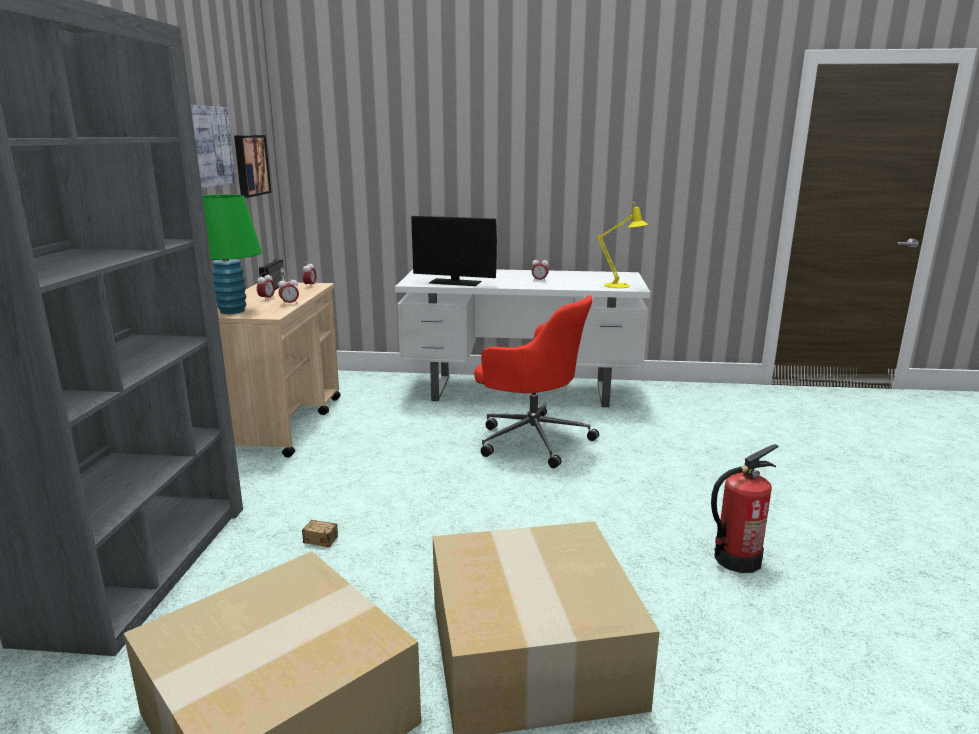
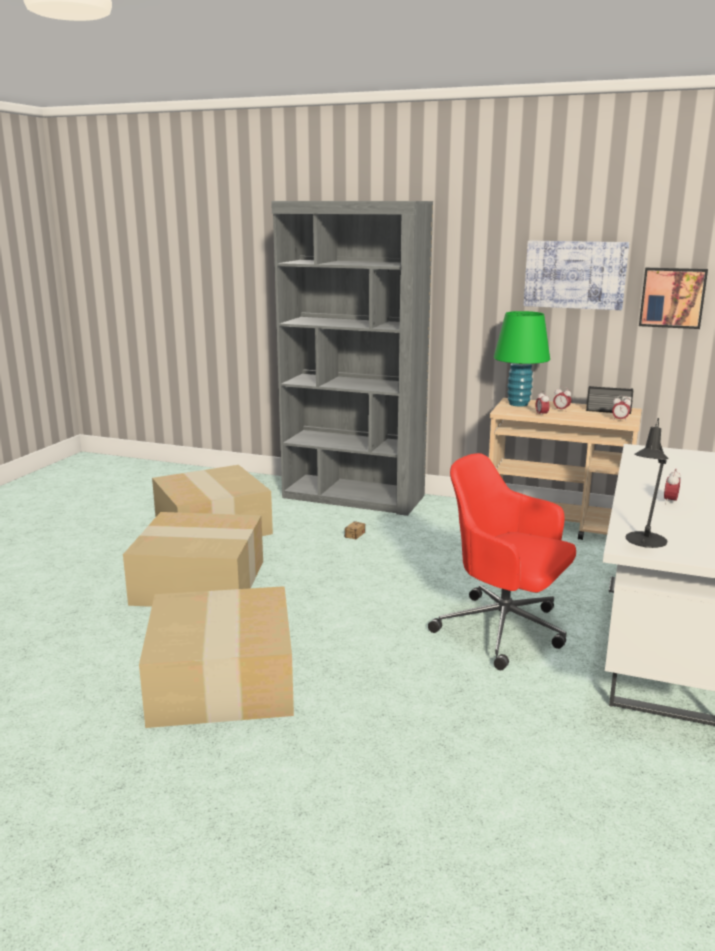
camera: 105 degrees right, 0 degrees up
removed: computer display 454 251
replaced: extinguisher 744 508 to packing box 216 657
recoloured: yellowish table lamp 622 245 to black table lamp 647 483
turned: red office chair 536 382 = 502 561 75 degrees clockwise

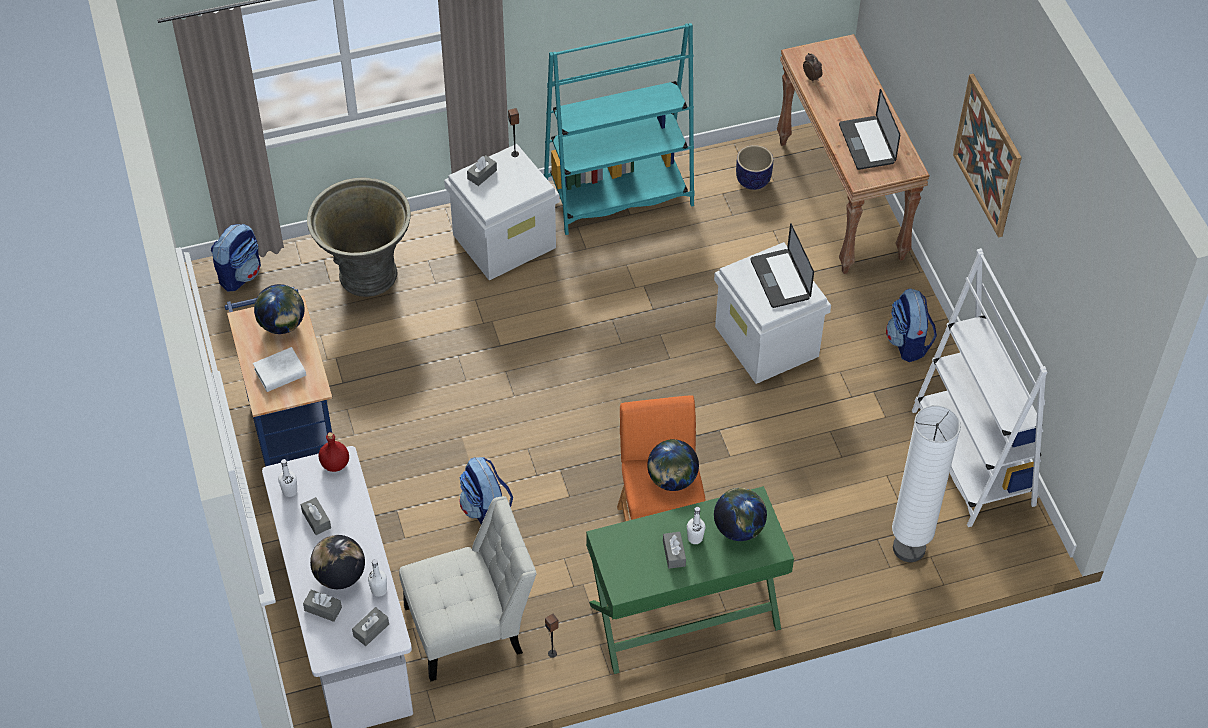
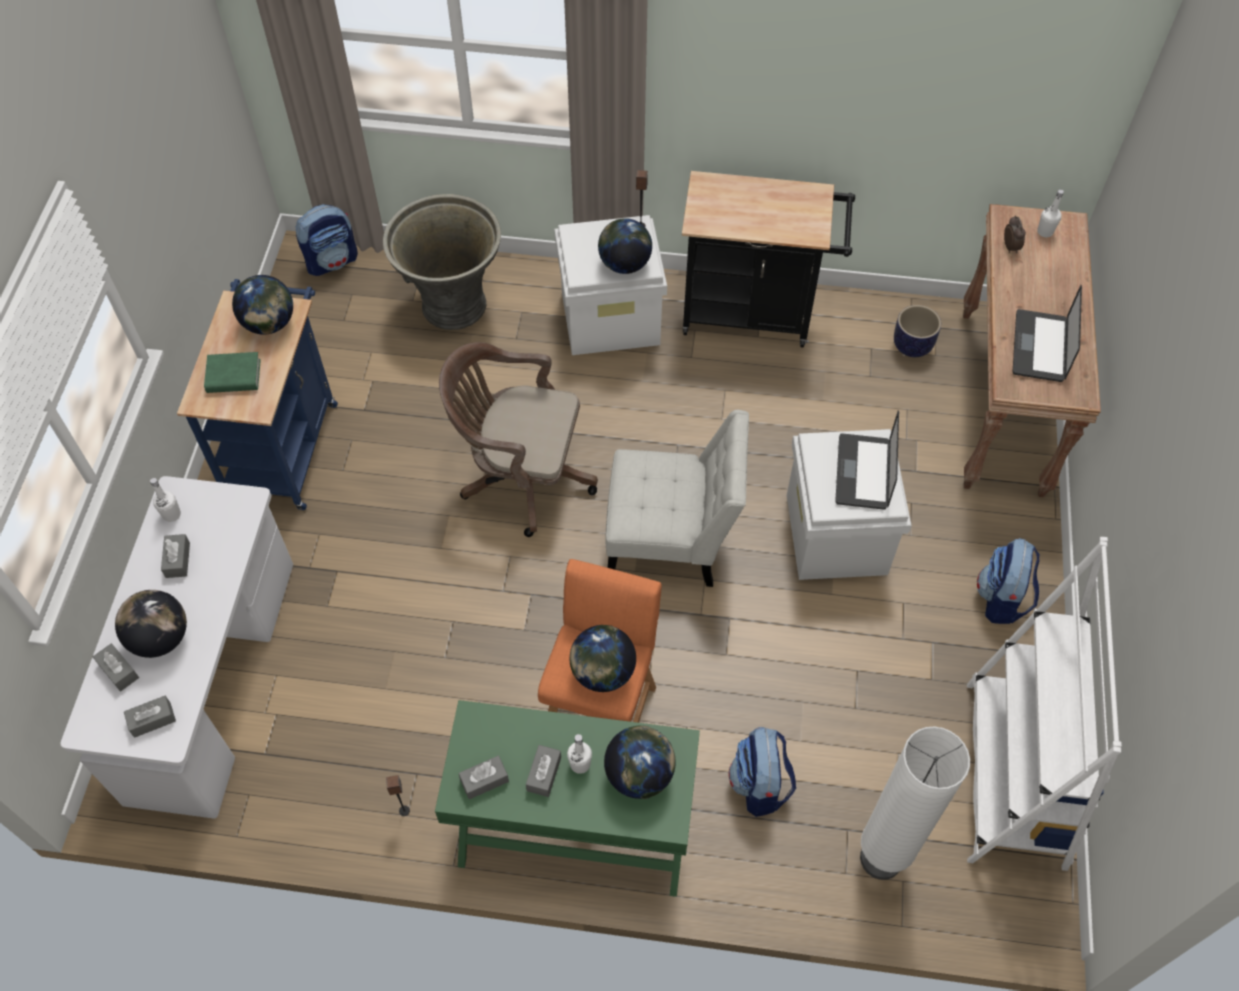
camera: 25 degrees right, 5 degrees up
removed: picture 987 156; red beverage bottle 334 452
added: world globe 625 246; brown office chair 518 439
moved: gray tissue holder 482 170 to 484 777; rucksack 486 490 to 762 772; white-coloured chair 468 589 to 677 498; white-coloured beverage bottle 377 578 to 1050 213
replaced: turquoise-coloured bookcase 619 129 to black wheeled cart 768 259
recoloured: white-coloured book 279 369 to greenish book 232 372

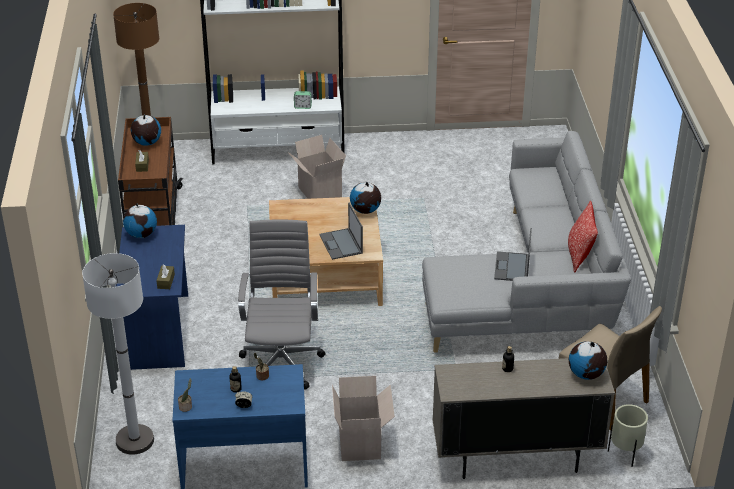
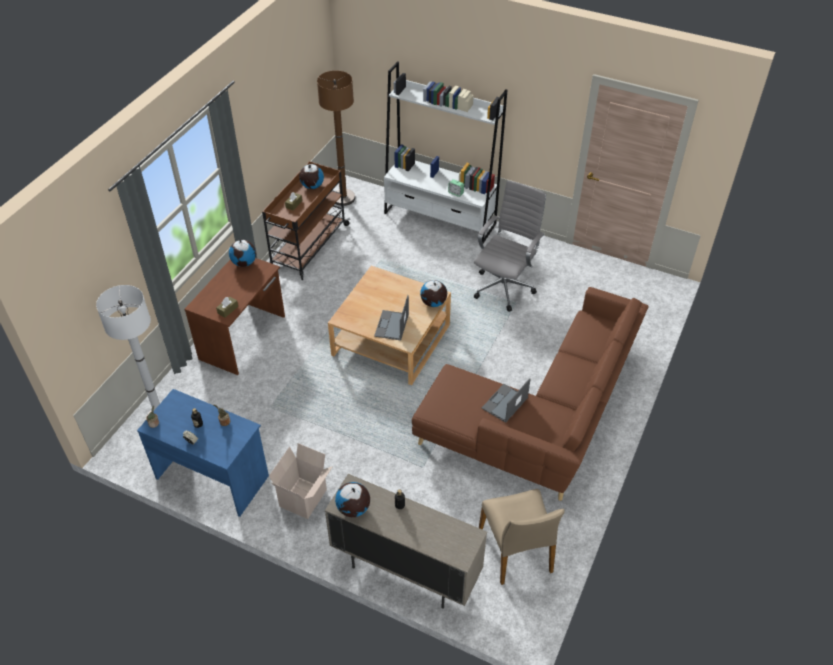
camera: 30 degrees right, 10 degrees up
removed: packing box 317 167; pillow 583 236; beige-coloured flower pot 628 435
moved: gray office chair 282 305 to 510 246; world globe 588 360 to 352 499
recoloured: gray couch 526 242 to brown couch 530 394; blue desk unit 152 297 to brown desk unit 234 316

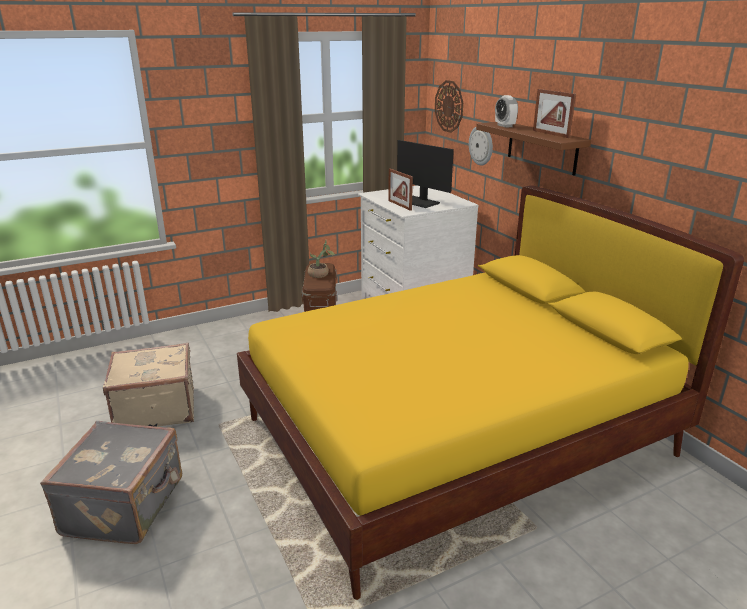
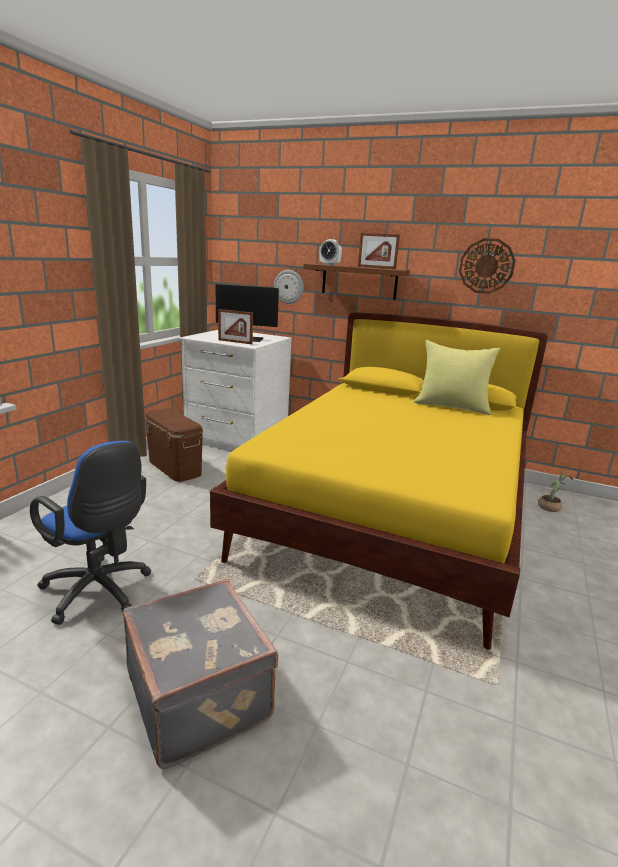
camera: 40 degrees left, 5 degrees down
added: yellowish pillow 457 377
moved: clock on the wall 449 106 to 487 266; potted plant 321 259 to 556 491
replaced: beige-coloured travel case 148 385 to blue office chair 91 533

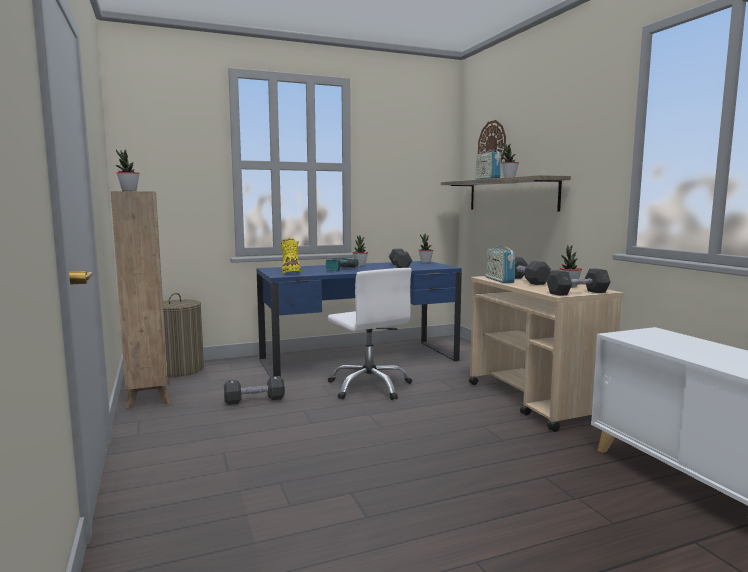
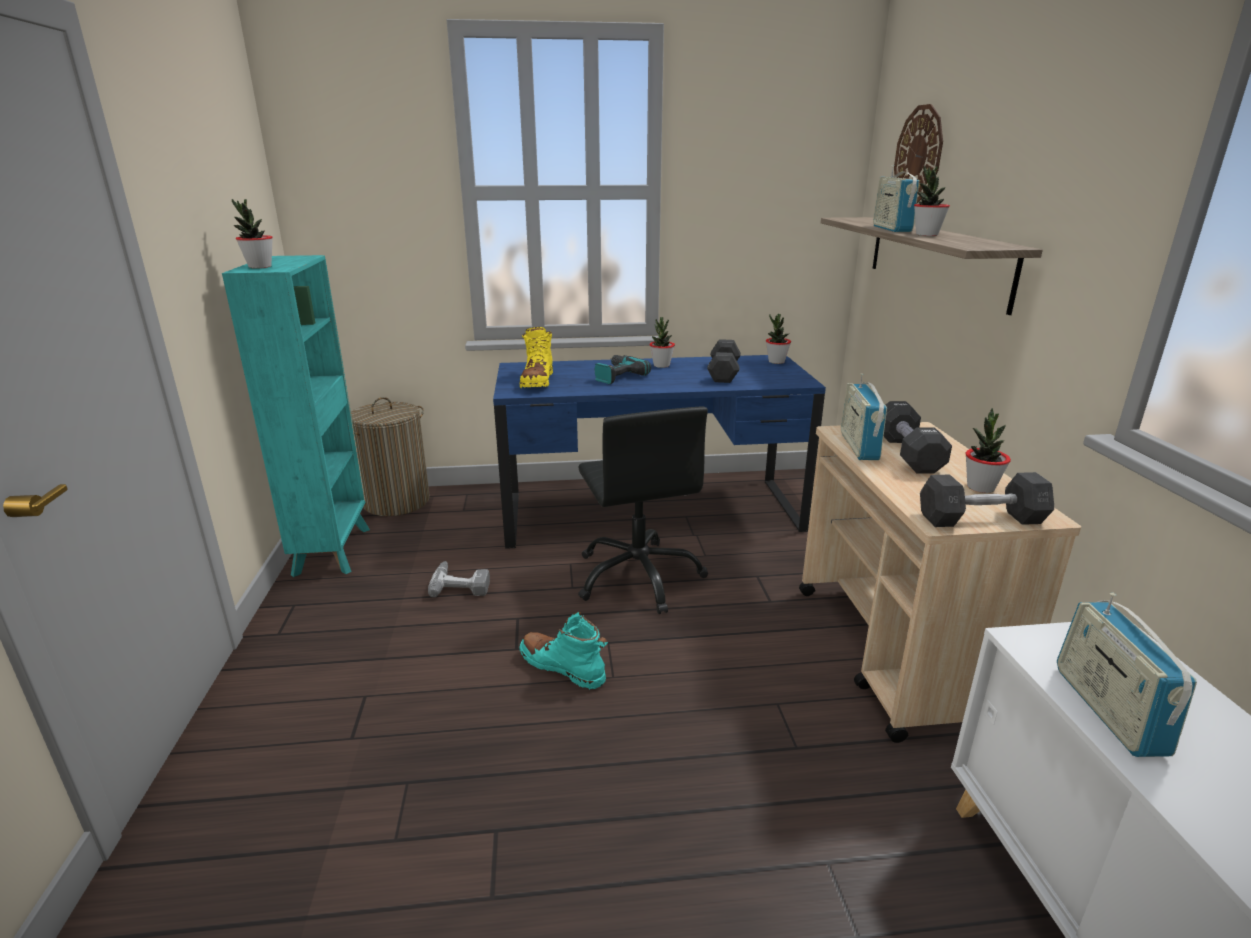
camera: 15 degrees right, 15 degrees up
added: radio set 1127 674; turquoise-coloured tall boot 563 650
replaced: black dumbbell 254 390 to electric drill 459 579
recoloured: brown bookcase 141 300 to turquoise-coloured bookcase 296 416; white-coloured office chair 370 334 to black office chair 643 510

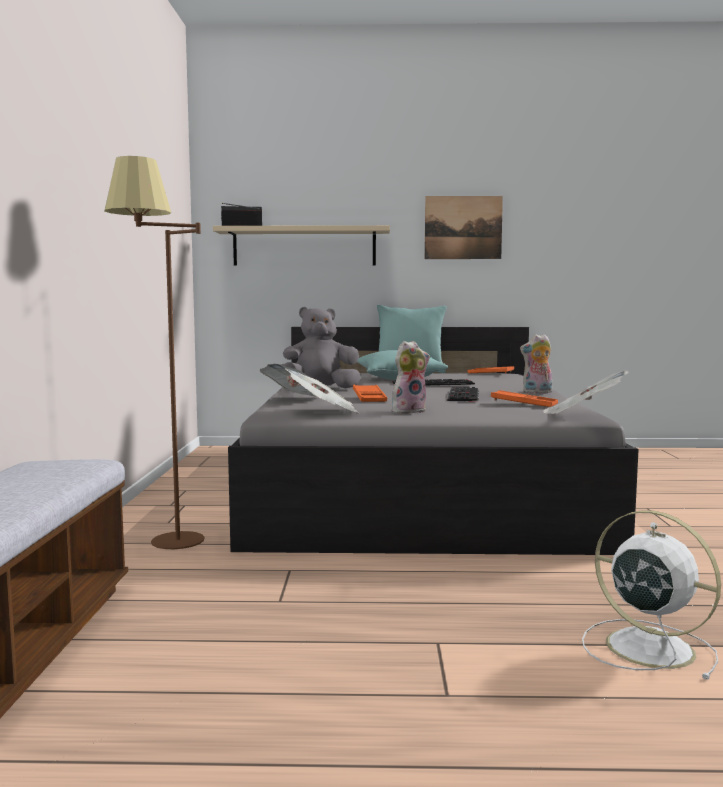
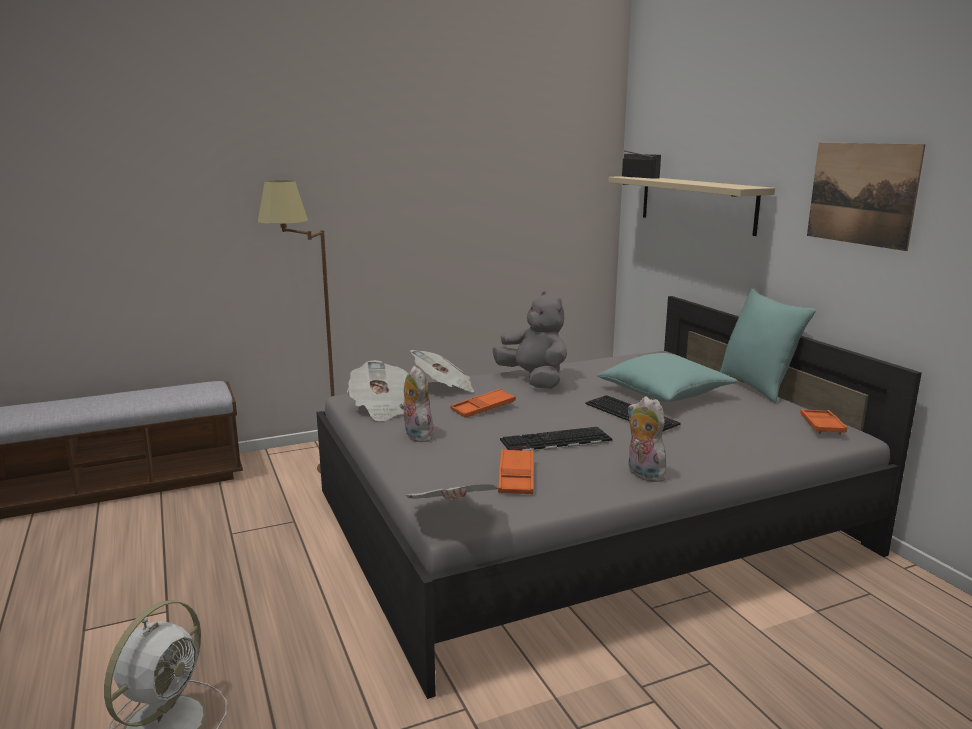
camera: 65 degrees right, 10 degrees up
turned: cuddly toy 411 377 = 417 404 150 degrees counterclockwise

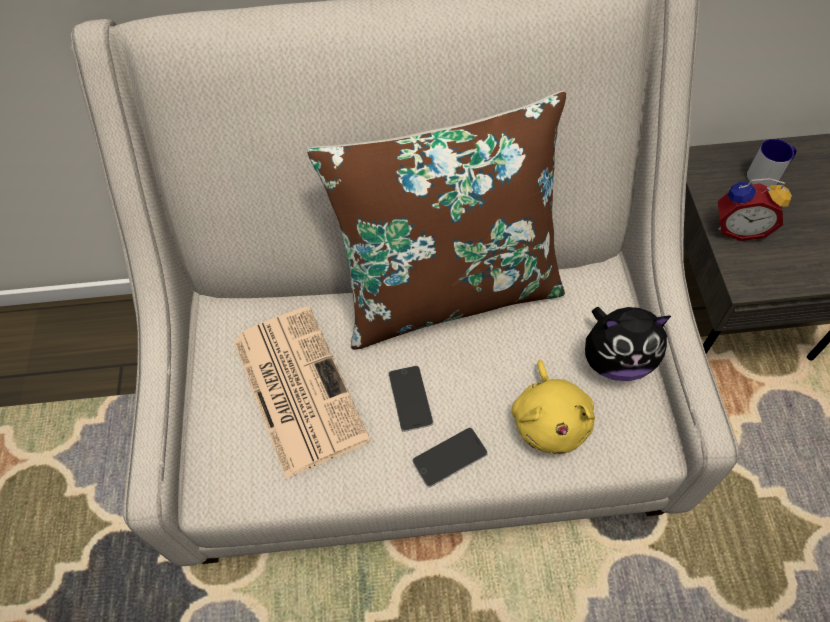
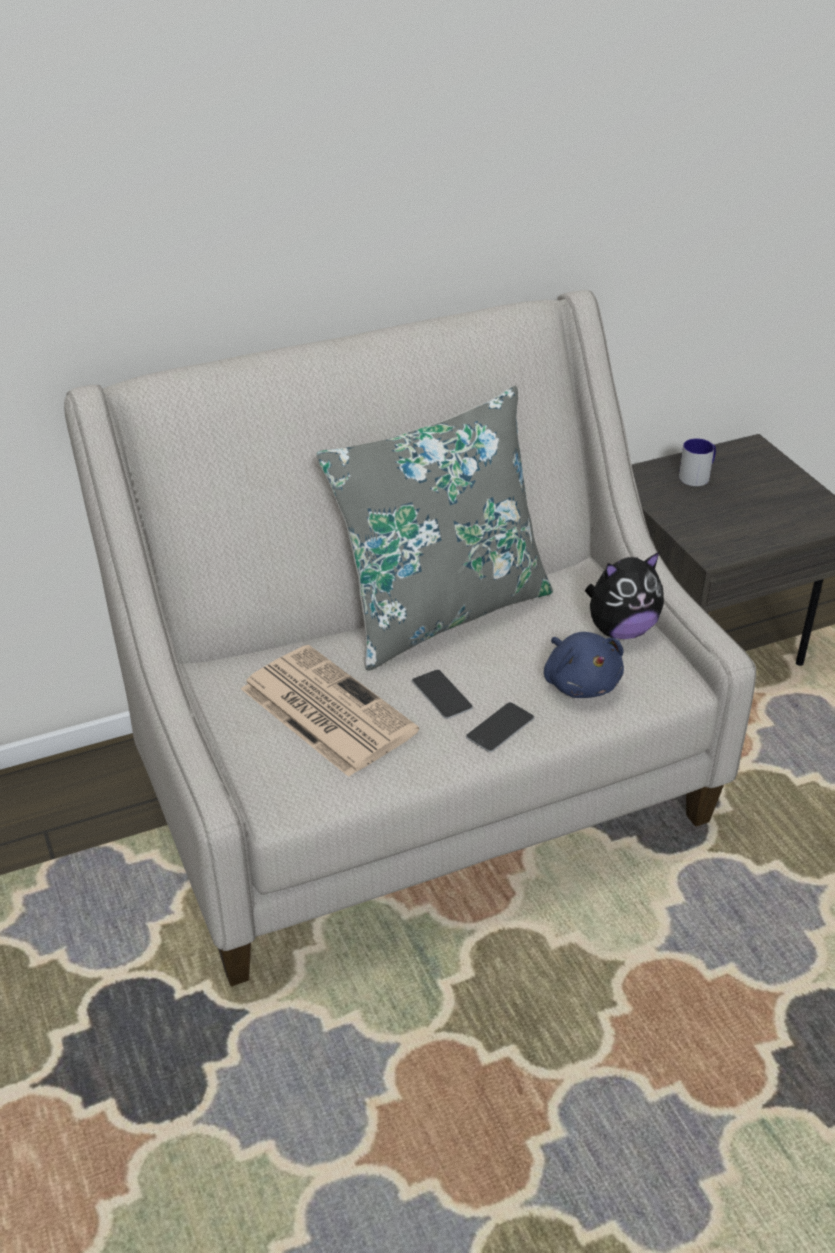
camera: 20 degrees left, 20 degrees down
removed: alarm clock 755 209
recoloured: brown pillow 436 220 to gray pillow 434 528; yellowish cuddly toy 553 407 to blue cuddly toy 584 665

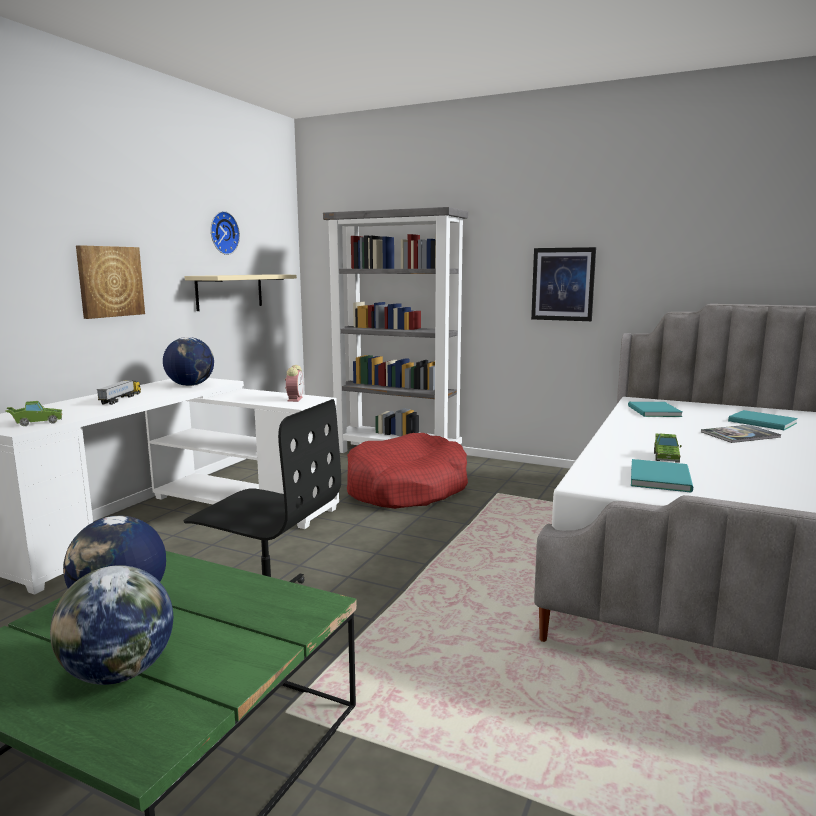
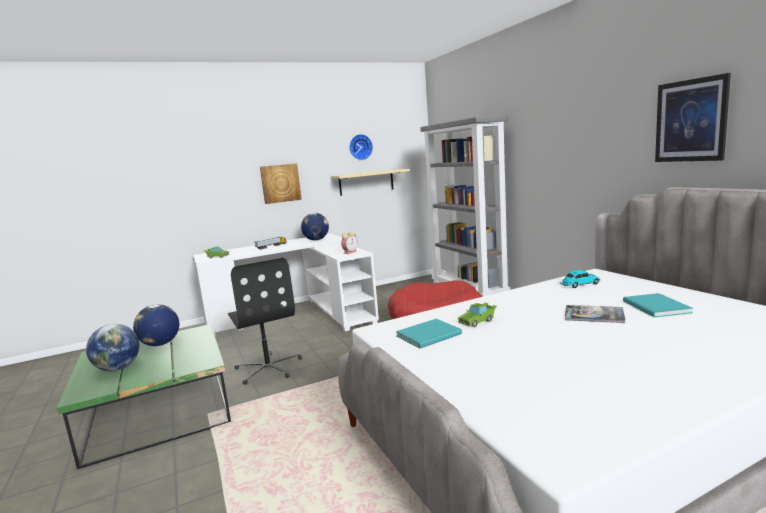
camera: 40 degrees right, 0 degrees up
moved: picture 563 284 to 693 117
replaced: turquoise-coloured book 655 409 to toy car 580 279

